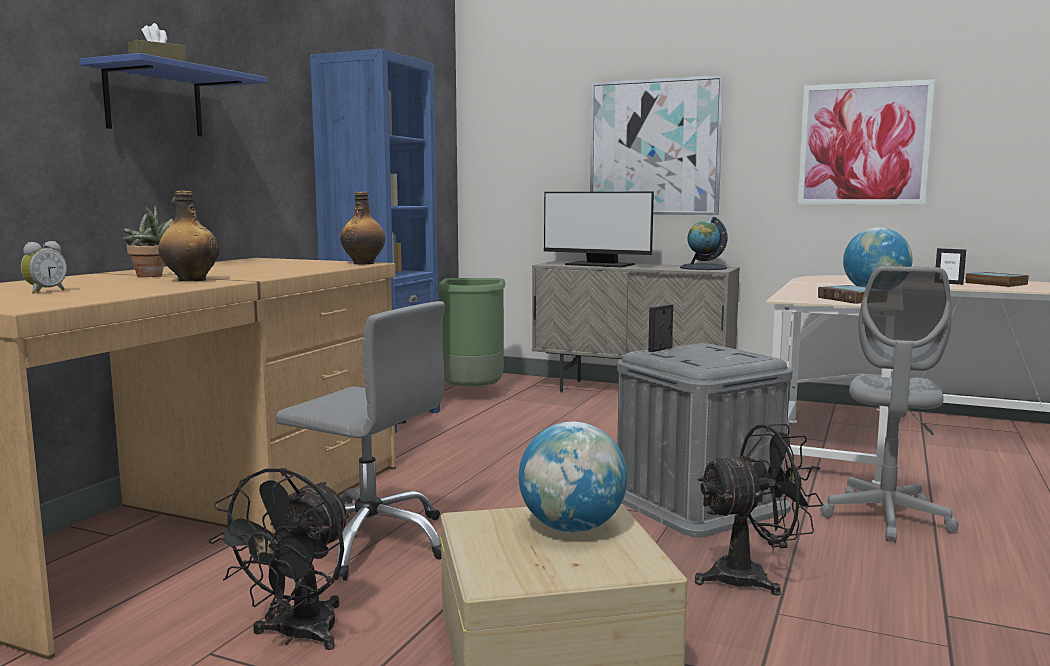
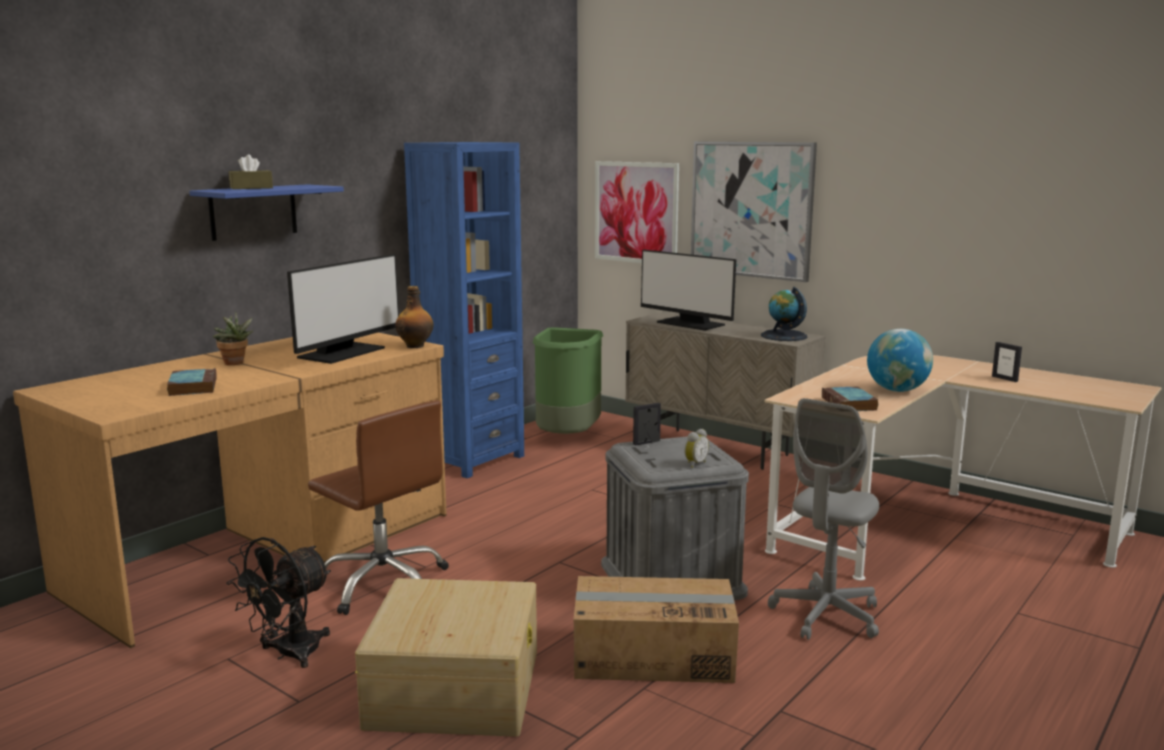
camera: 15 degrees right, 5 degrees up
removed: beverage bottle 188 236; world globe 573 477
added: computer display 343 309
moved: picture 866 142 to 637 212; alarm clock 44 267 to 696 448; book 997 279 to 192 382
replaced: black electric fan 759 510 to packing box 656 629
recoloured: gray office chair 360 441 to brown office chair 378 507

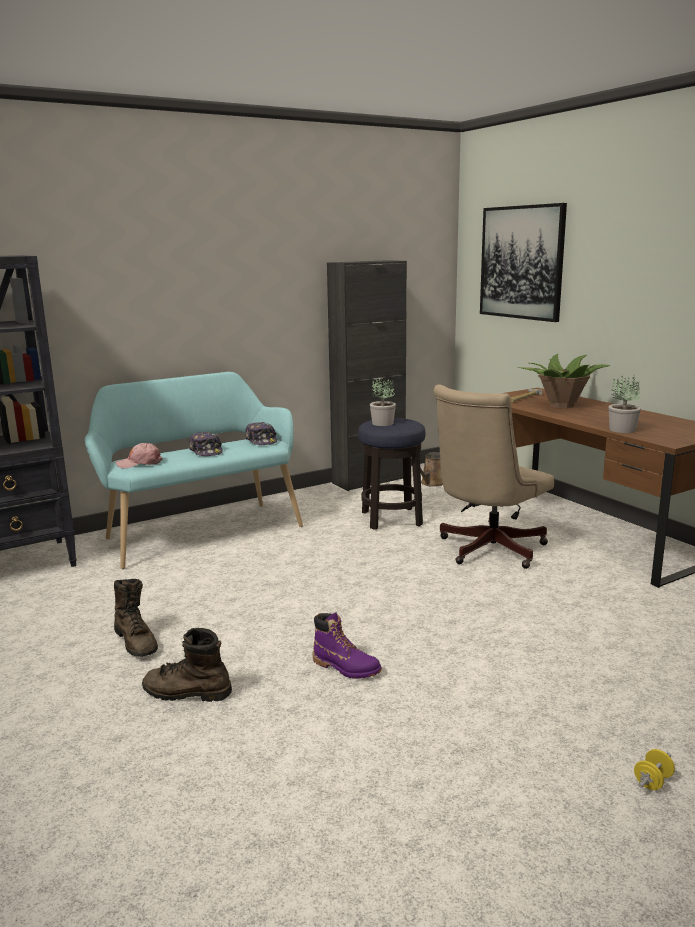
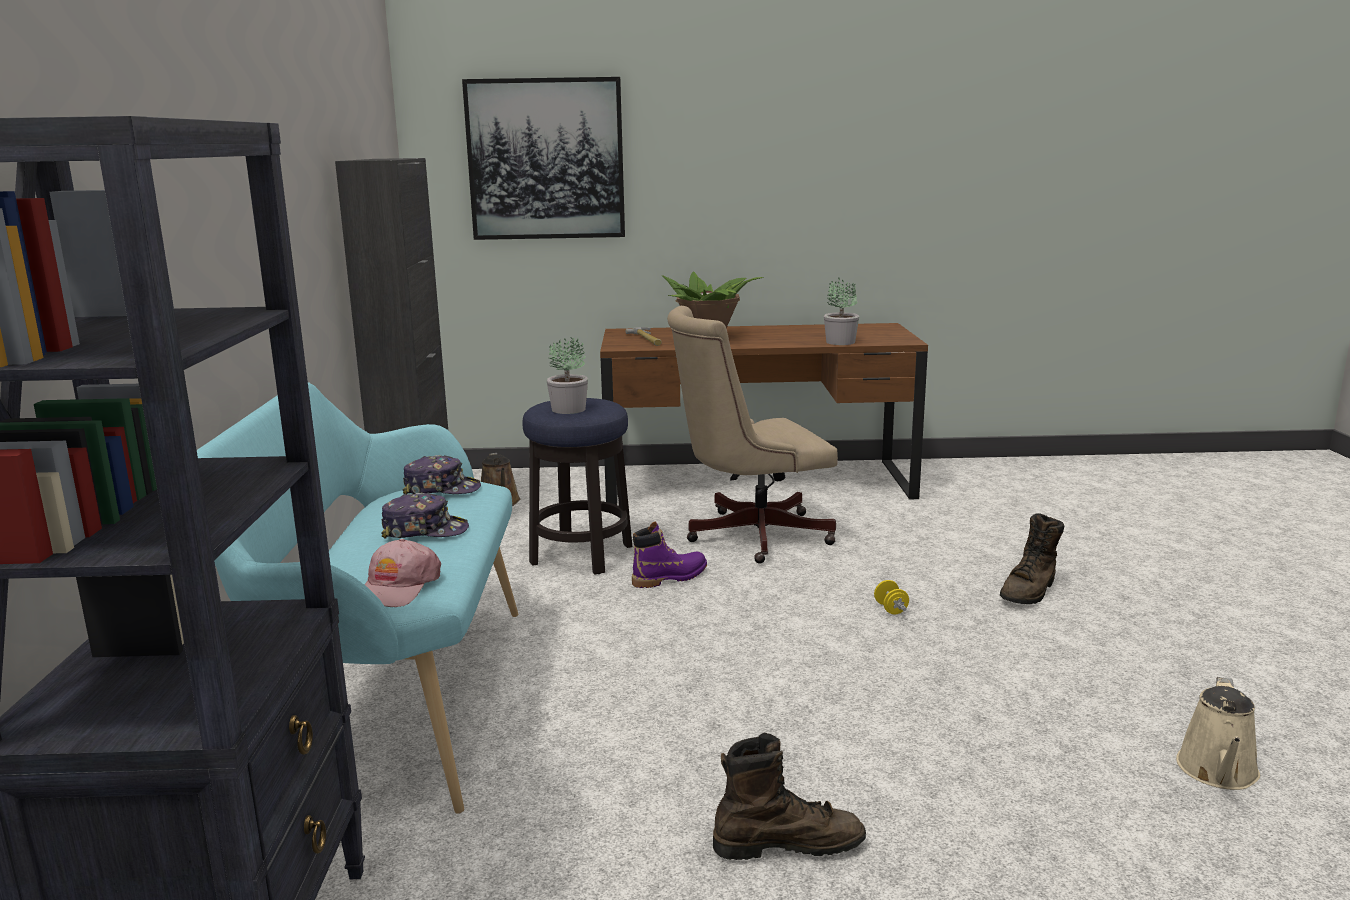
camera: 60 degrees left, 0 degrees up
added: beige-coloured watering pot 1218 733
moved: purple-coloured tall boot 347 645 to 669 555; brown tall boot 187 665 to 1032 558; yellowish dumbbell 654 769 to 891 597
turned: beige-coloured office chair 494 477 = 752 435 90 degrees clockwise

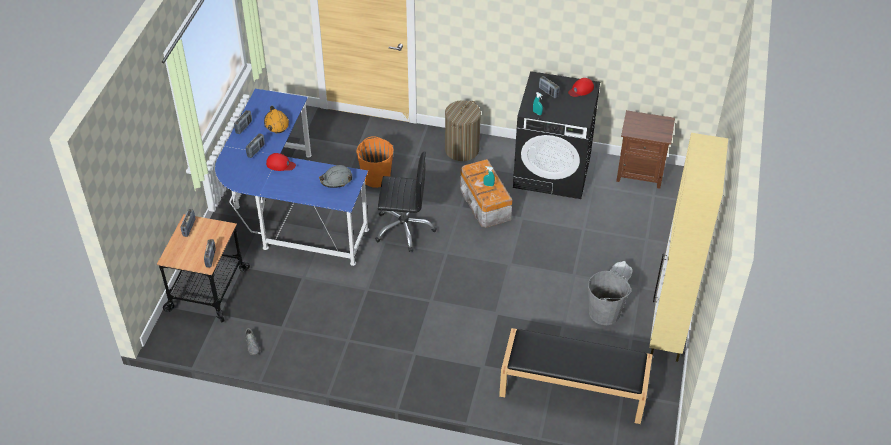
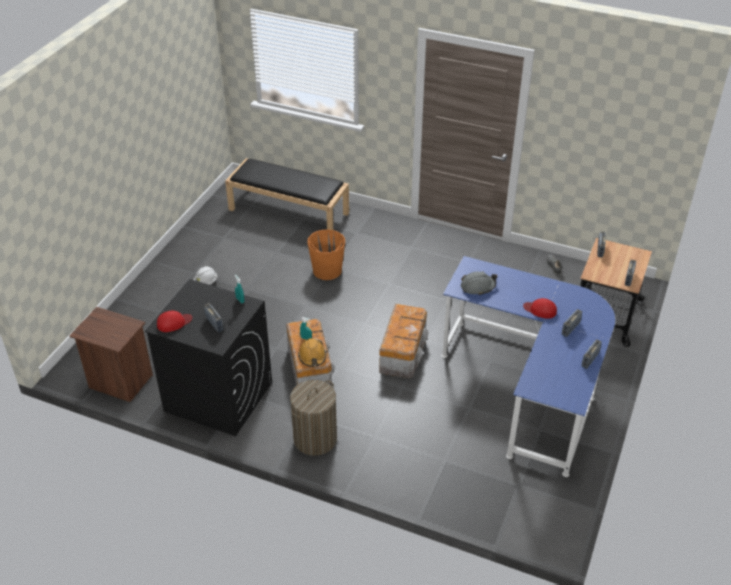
camera: 170 degrees left, 5 degrees down
removed: beige-coloured storage cabinet 688 247; gray pail 609 298
moved: orangey safety helmet 276 119 to 312 352; orangey pail 375 162 to 326 254
replaced: black office chair 406 202 to storage container 404 341

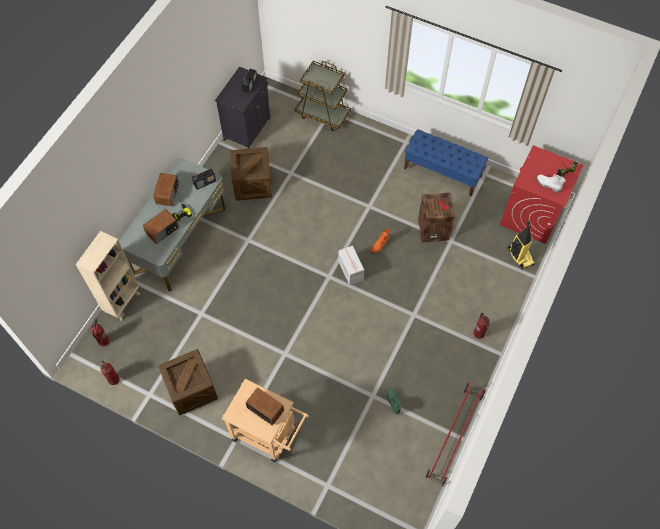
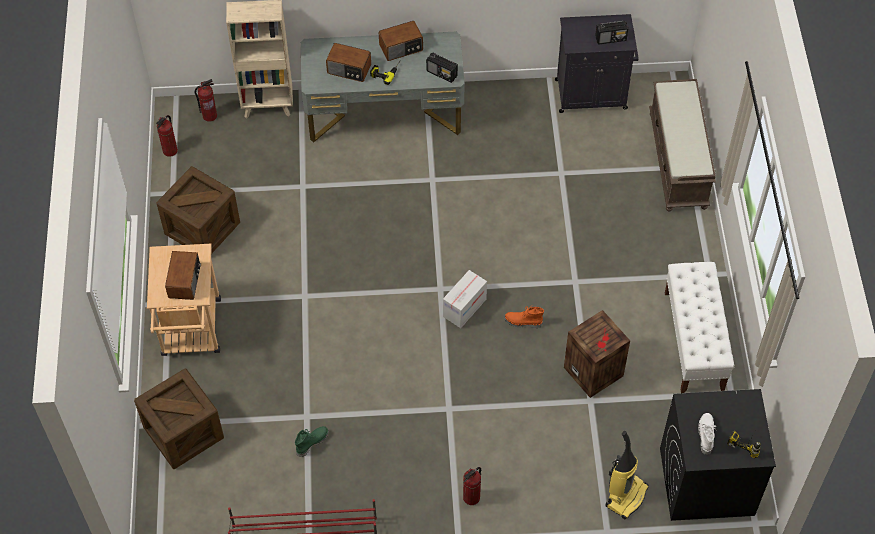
camera: 60 degrees right, 5 degrees down
moved: packing crate 251 174 to 179 419
replaced: brown wheeled cart 323 96 to brown bench 682 145
recoloured: blue bench 446 162 to white-coloured bench 699 327; red washing machine 541 194 to black washing machine 718 455

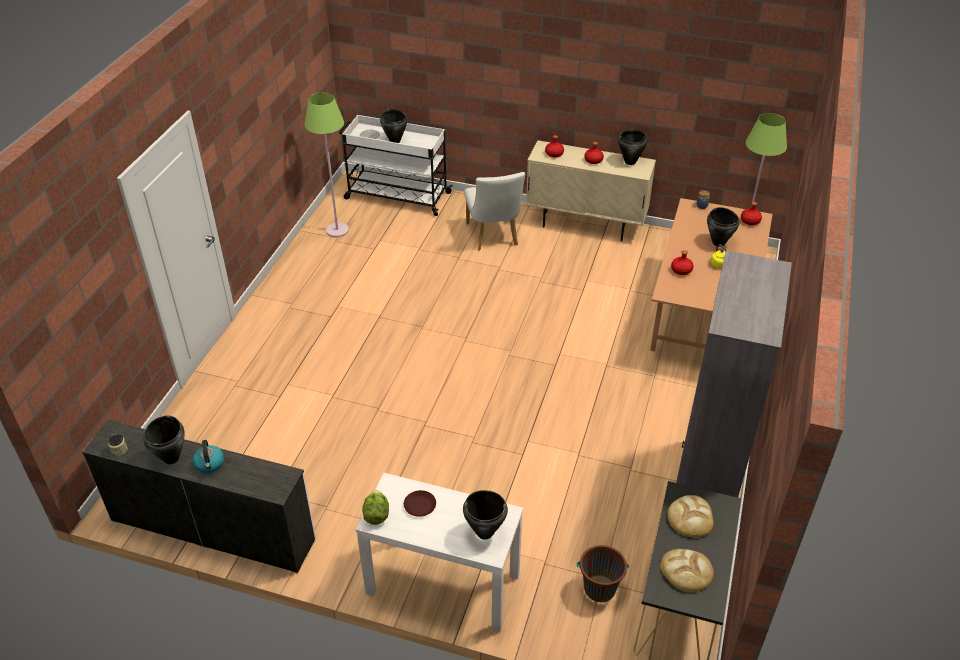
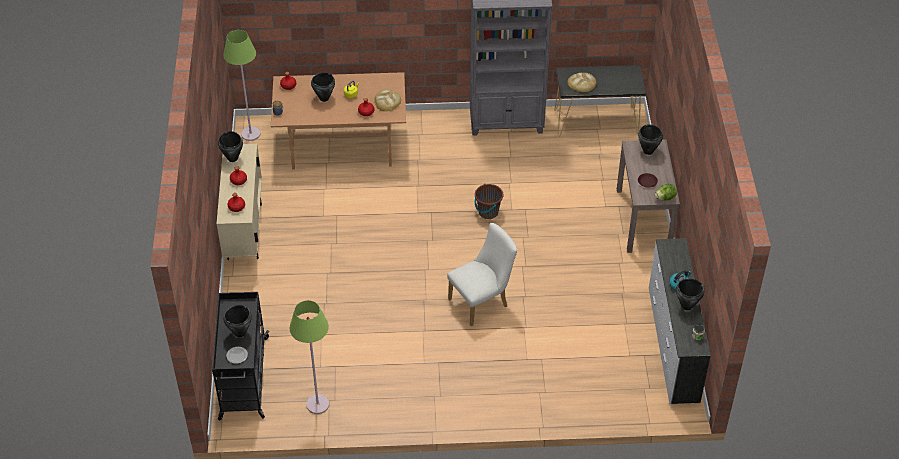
camera: 110 degrees left, 5 degrees up
moved: white-coloured chair 494 211 to 482 274; brown pail 603 573 to 489 201; bread 687 570 to 388 100
recoloured: white-coloured wheeled cart 396 165 to black wheeled cart 241 356; white-coloured hall table 439 552 to brown hall table 648 196

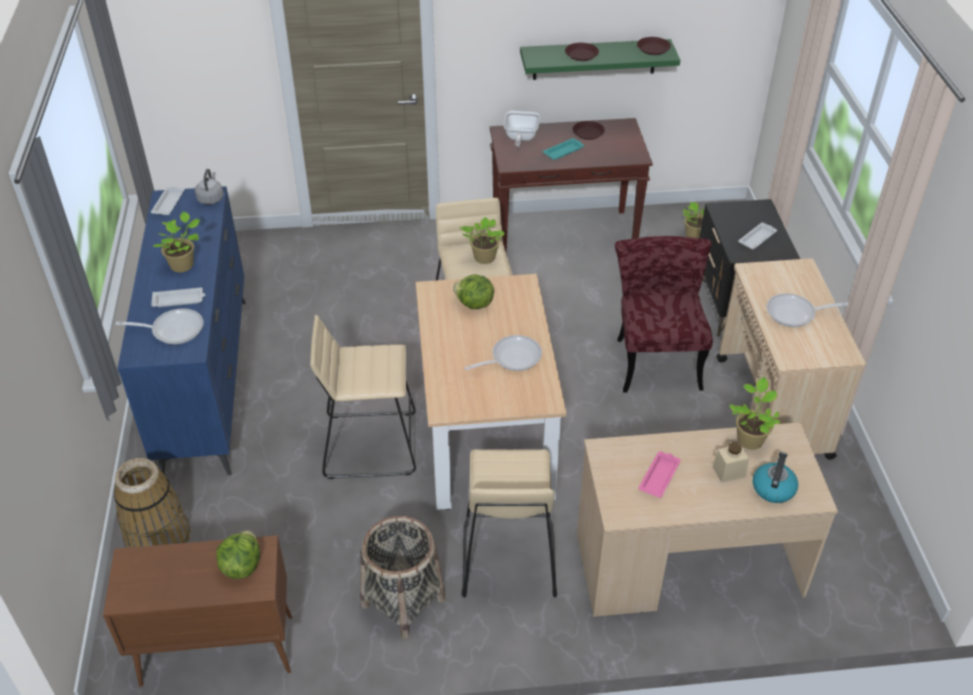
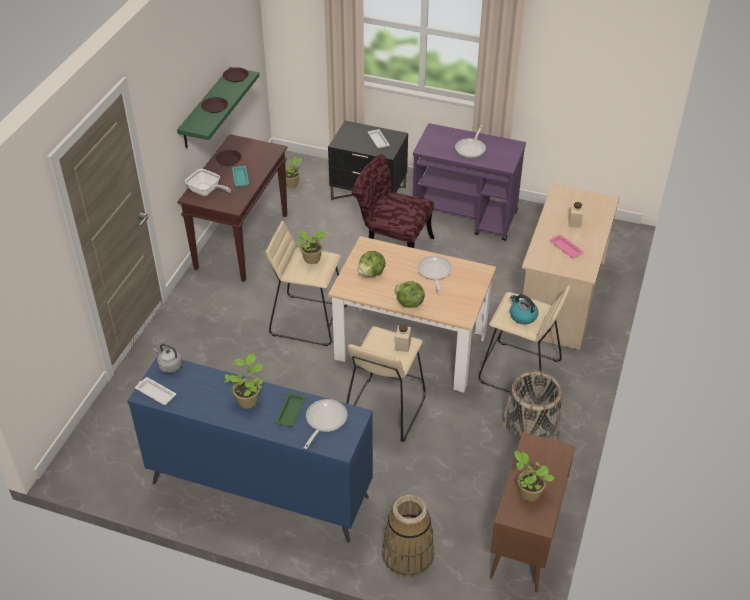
camera: 65 degrees left, 0 degrees up
added: beige-coloured storage jar 403 338
moved: potted plant 754 413 to 534 476; water kettle 775 477 to 524 309; lettuce 238 555 to 410 294
recoloured: beige-coloured wheeled cart 791 359 to purple-coloured wheeled cart 469 182; white-coloured tray 178 297 to greenish tray 290 410

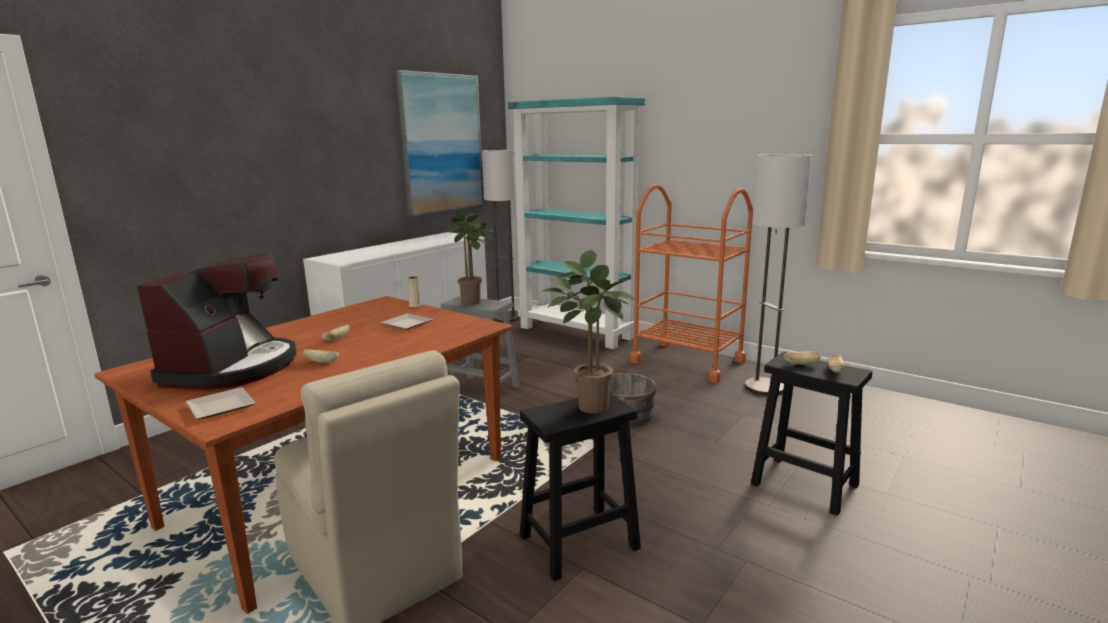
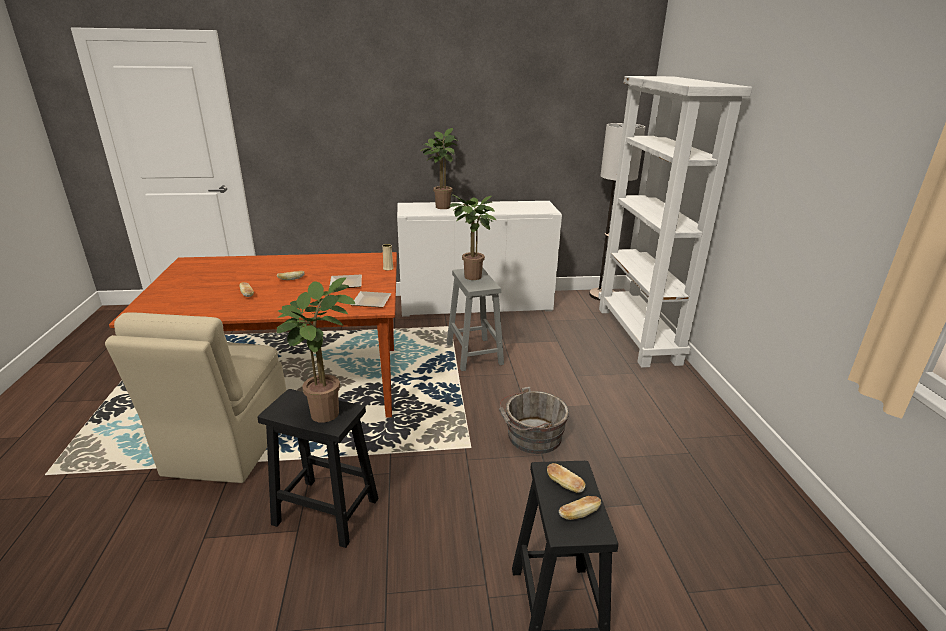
camera: 45 degrees right, 10 degrees up
removed: picture 440 143; standing lamp 778 275; orangey wheeled cart 691 283; coffee machine 217 322
added: potted plant 439 168
moved: flat dish 220 403 to 371 299
recoloured: turquoise-coloured bookcase 576 223 to white-coloured bookcase 675 222

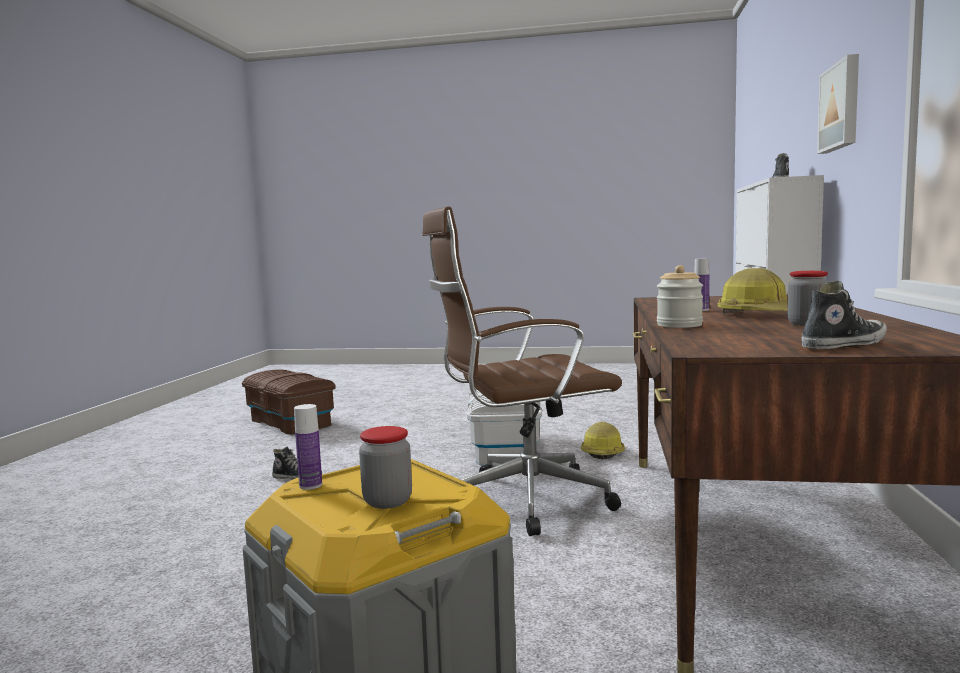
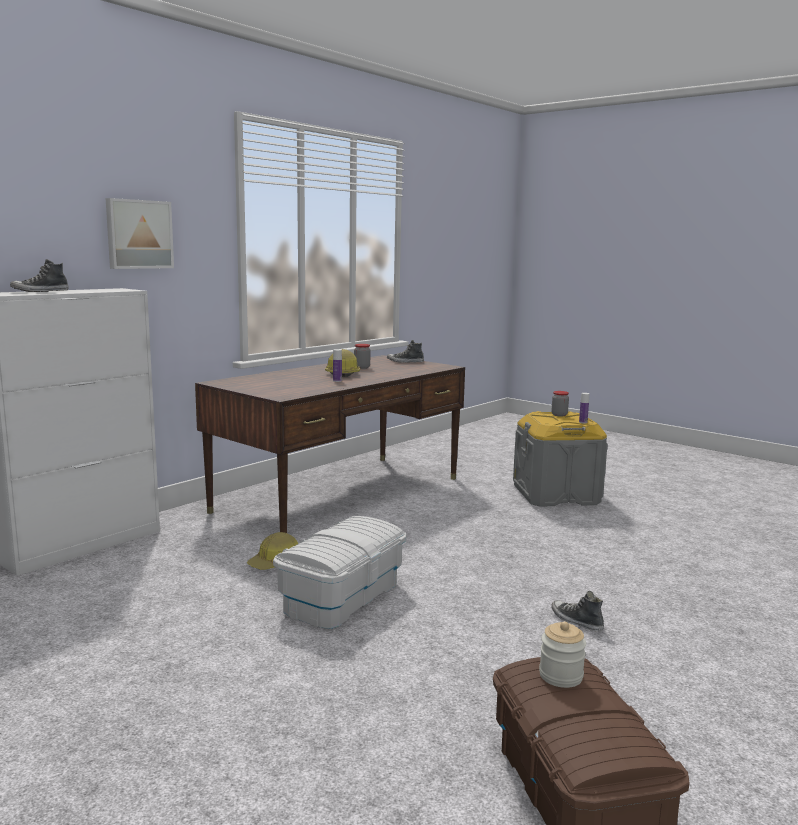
camera: 150 degrees left, 5 degrees up
removed: brown office chair 522 371
moved: storage jar 680 296 to 562 654

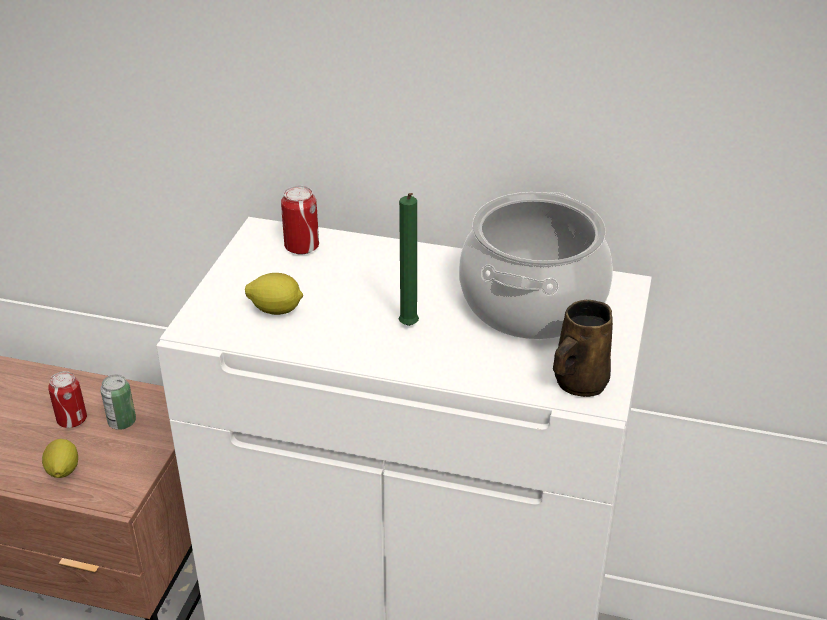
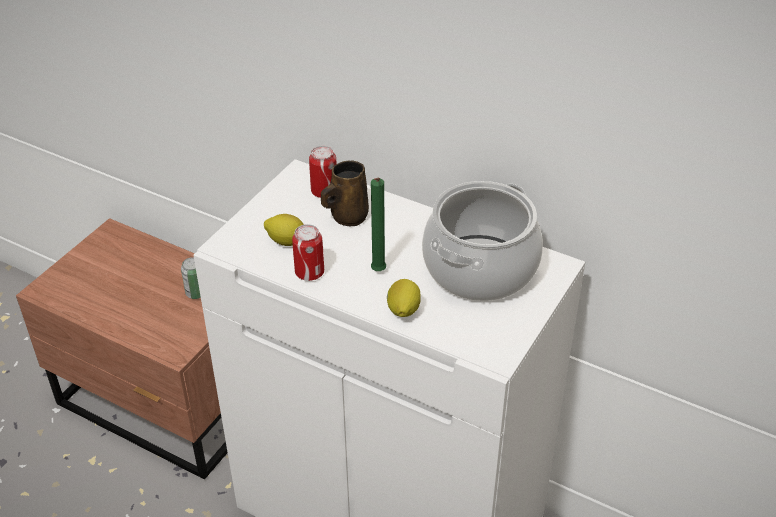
camera: 15 degrees right, 5 degrees up
moved: brown coffee mug 583 348 to 345 193; sealed can 67 399 to 308 252; citrus fruit 60 458 to 404 298

